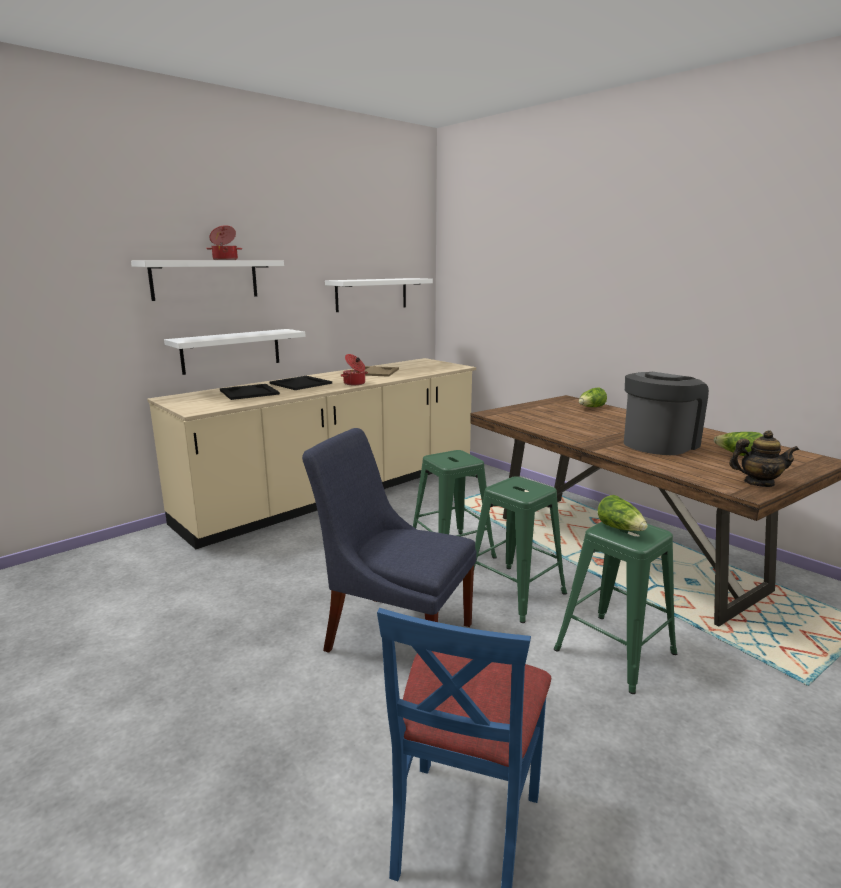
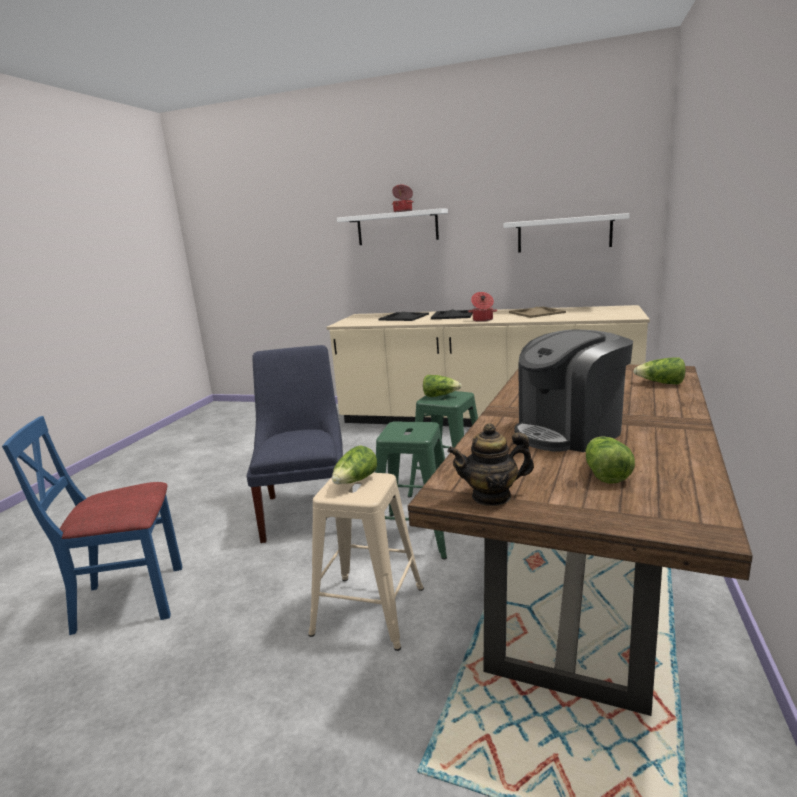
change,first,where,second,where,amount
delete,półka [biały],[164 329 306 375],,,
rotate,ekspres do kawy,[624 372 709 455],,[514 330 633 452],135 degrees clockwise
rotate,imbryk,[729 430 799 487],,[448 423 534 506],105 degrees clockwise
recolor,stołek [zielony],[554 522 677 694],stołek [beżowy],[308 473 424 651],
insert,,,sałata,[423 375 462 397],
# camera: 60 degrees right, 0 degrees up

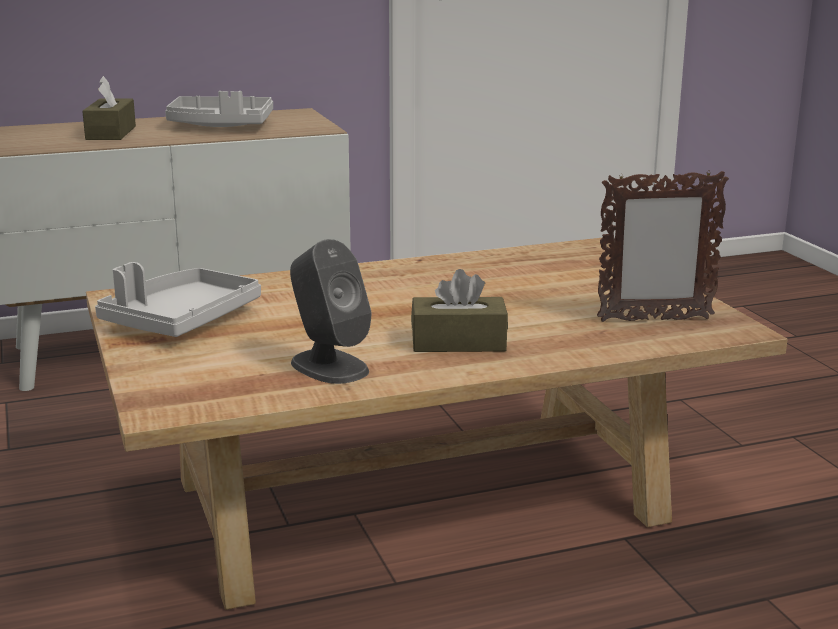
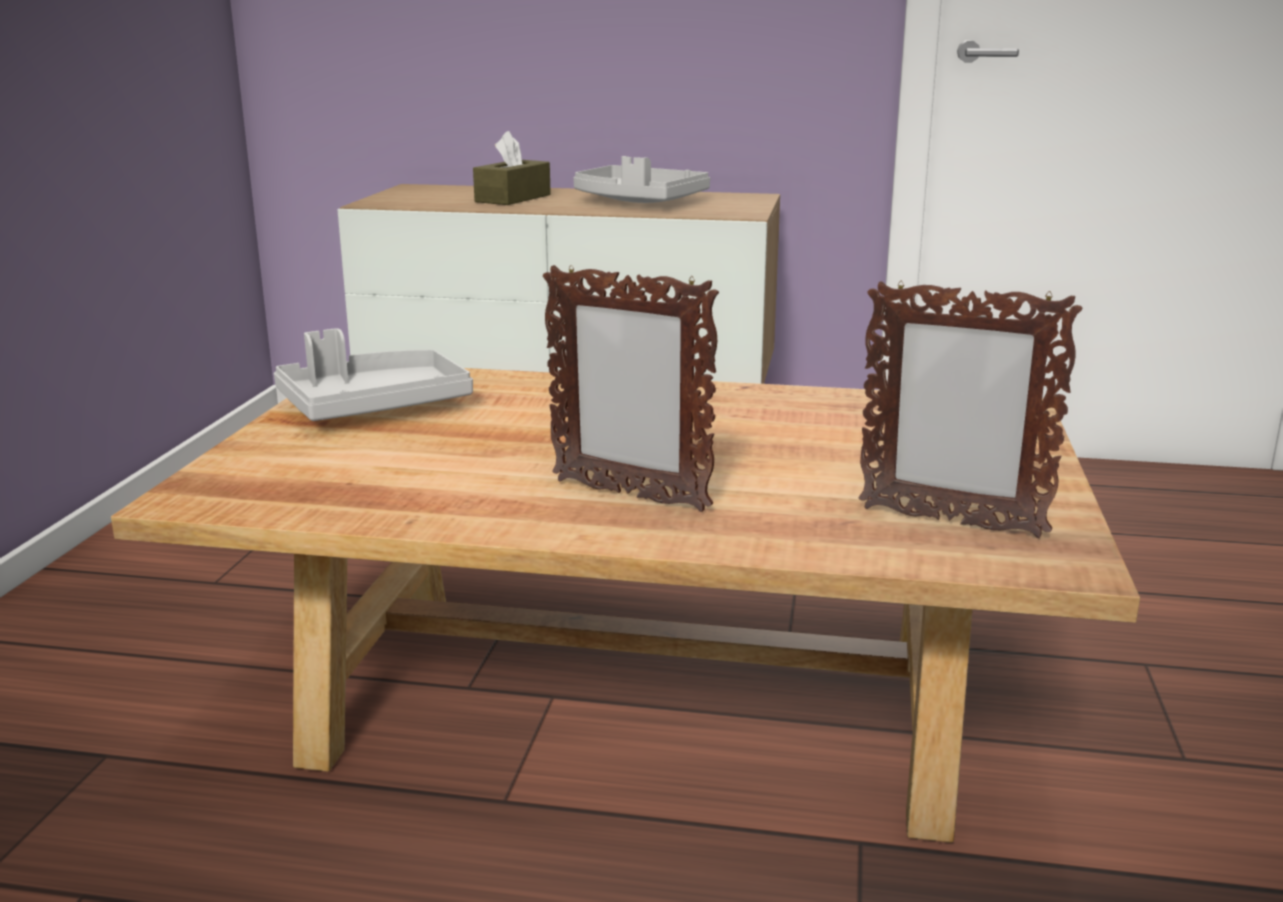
change,first,where,second,where,amount
delete,głośnik [szary],[290 239 372 384],,,
replace,pudełko chusteczek [brązowy],[411 269 508 352],ramka na zdjęcie,[543 265 719 512],
# camera: 30 degrees right, 0 degrees up

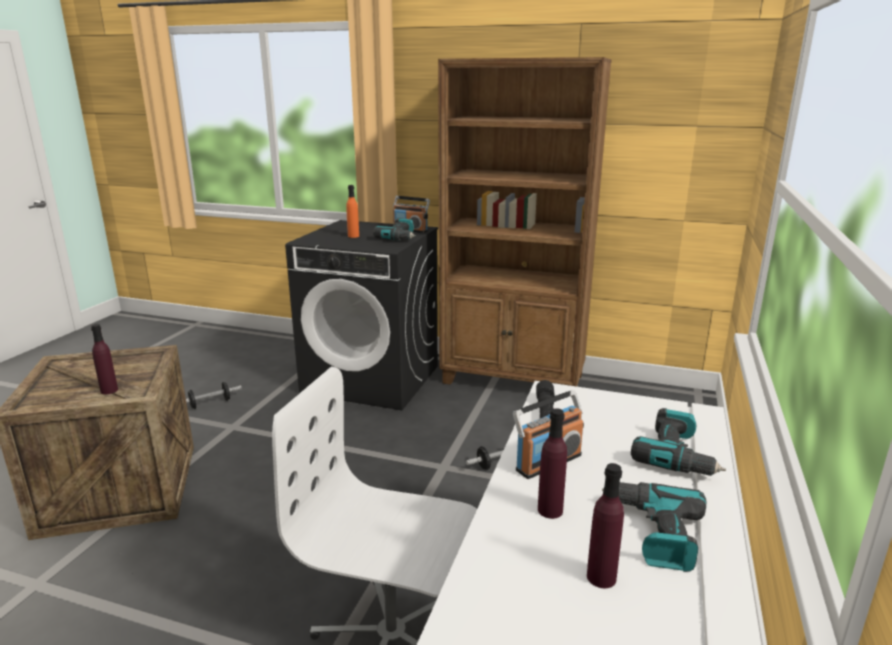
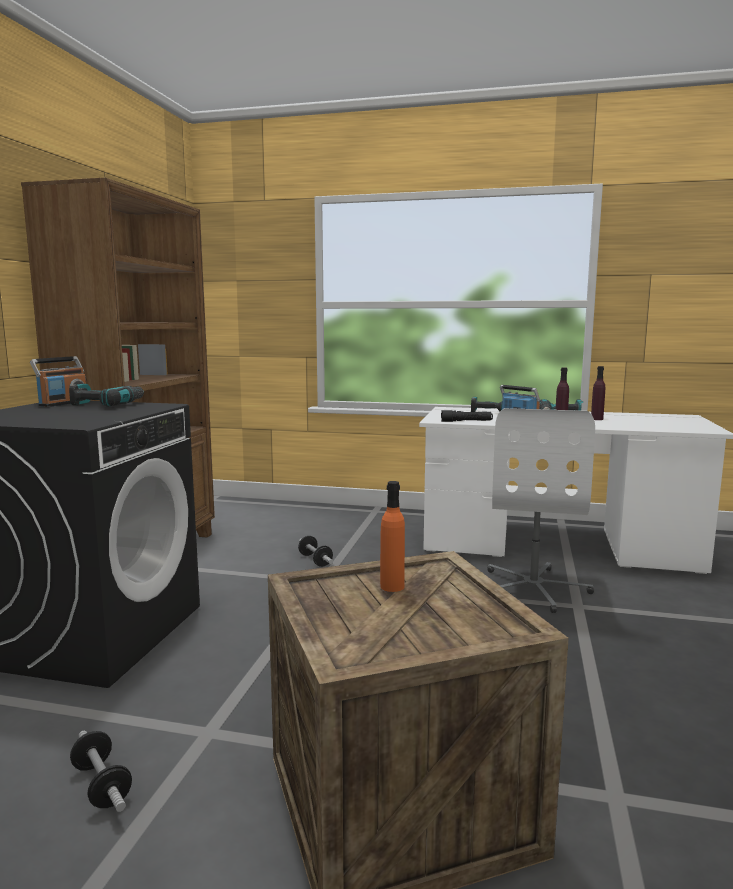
change,first,where,second,where,amount
move,butelka [pomarańczowy],[346 185 359 238],,[380 481 405 592],
delete,butelka [fioletowy],[91 324 118 394],,,
# camera: 95 degrees left, 10 degrees down

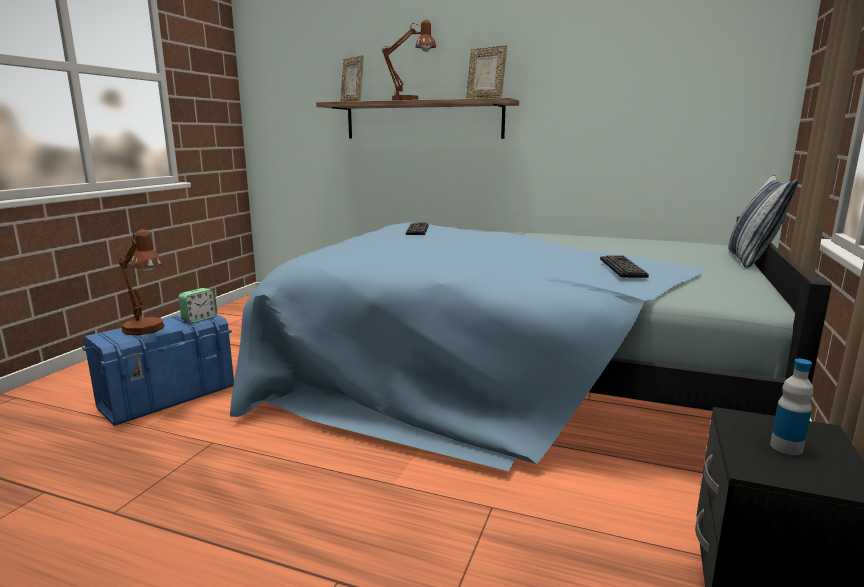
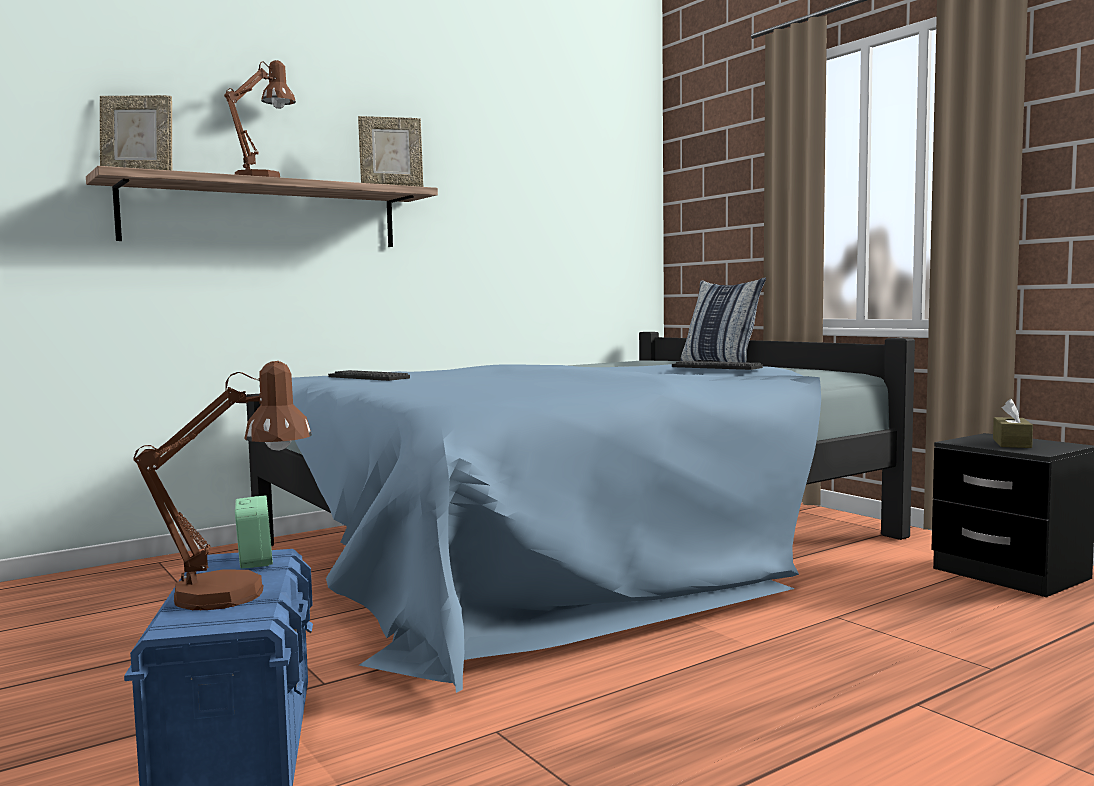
change,first,where,second,where,amount
replace,butelka,[770 359 813 455],pudełko chusteczek [brązowy],[993 399 1033 448],
# camera: 55 degrees left, 10 degrees down

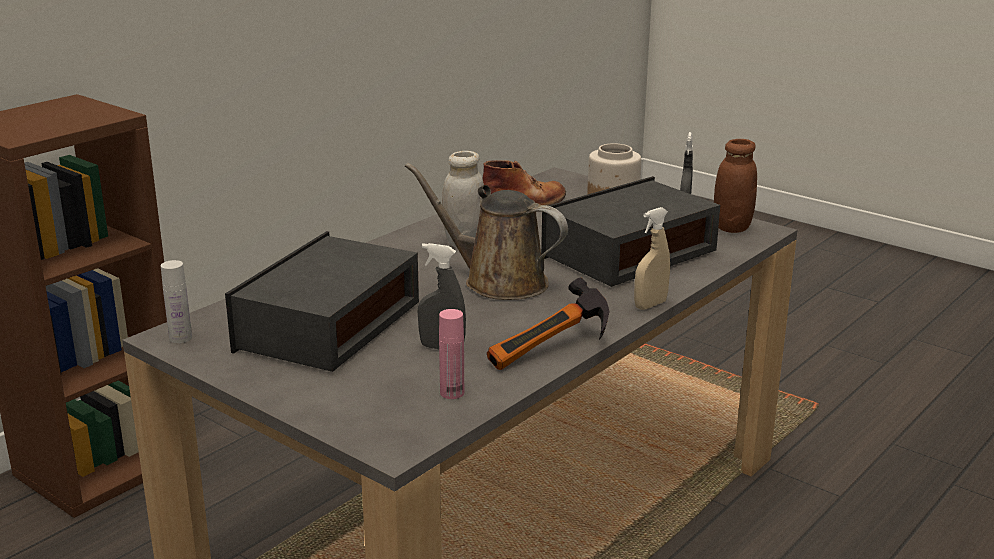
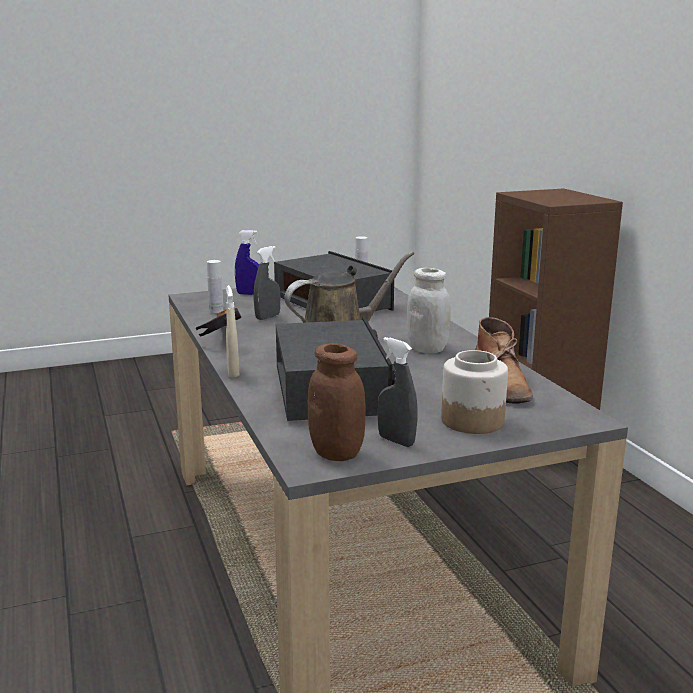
change,first,where,second,where,amount
recolor,butelka [różowy],[439 309 464 399],butelka [biały],[207 260 224 313],
insert,,,spryskiwacz [niebieski],[235 230 259 295],
# camera: 120 degrees right, 5 degrees down

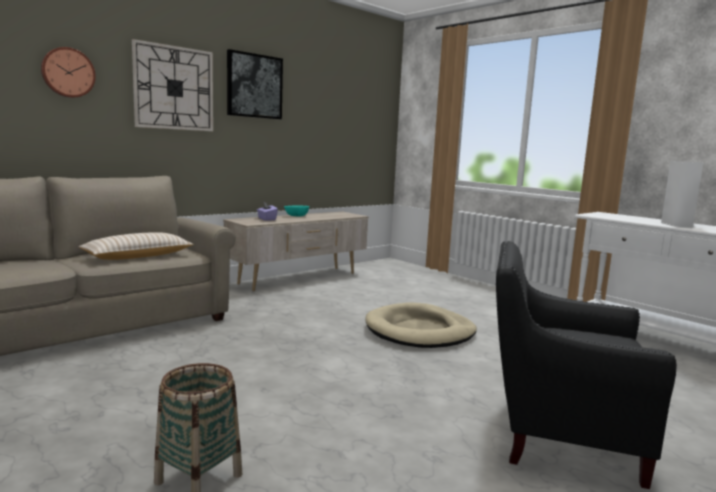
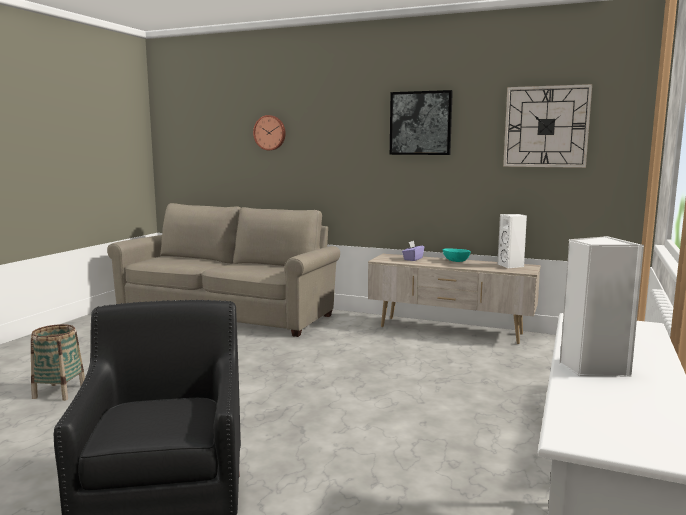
change,first,where,second,where,amount
move,zegar ścienny,[132 39 213 131],,[503 84 592 168],
delete,poduszka [beżowy],[78 232 194 260],,,
delete,legowisko [beżowy],[365 303 477 348],,,
insert,,,głośnik [biały],[497 214 527 268],
# camera: 65 degrees right, 0 degrees up

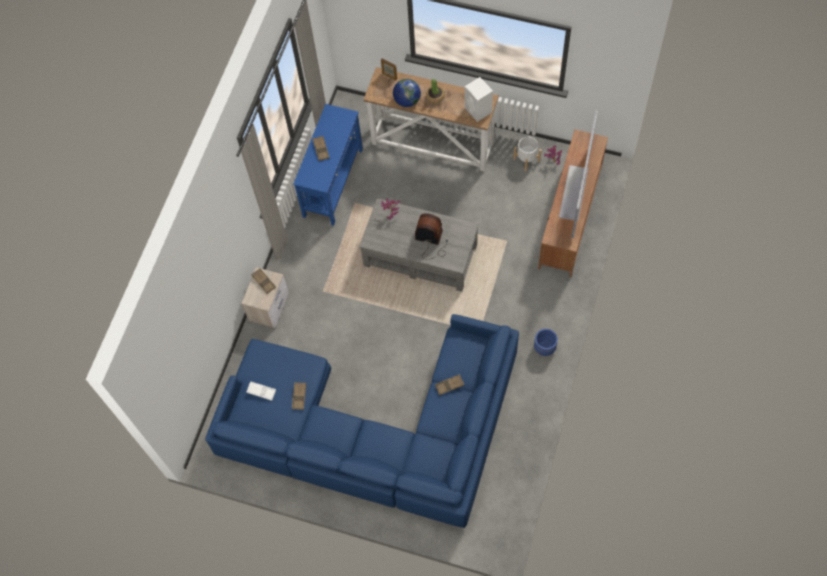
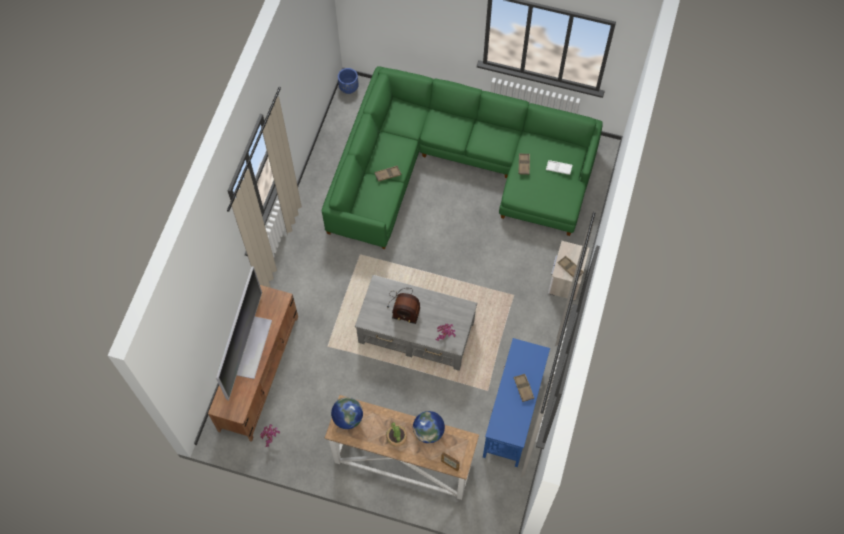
change,first,where,second,where,amount
replace,głośnik [biały],[465 77 493 122],globus,[331 397 363 429],
delete,donica [biały],[513 137 541 171],,,
recolor,kanapa [niebieski],[205 314 519 528],kanapa [zielony],[322 66 603 249],
move,donica [niebieski],[534 329 558 356],,[338 68 359 94],
# camera: 175 degrees right, 0 degrees up

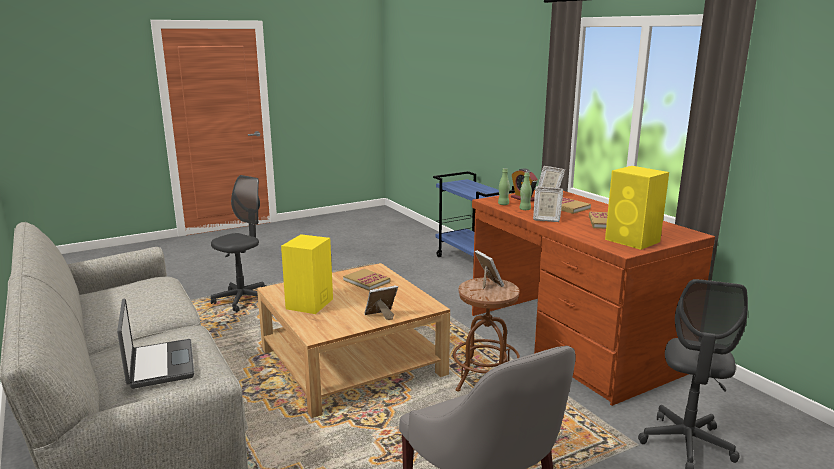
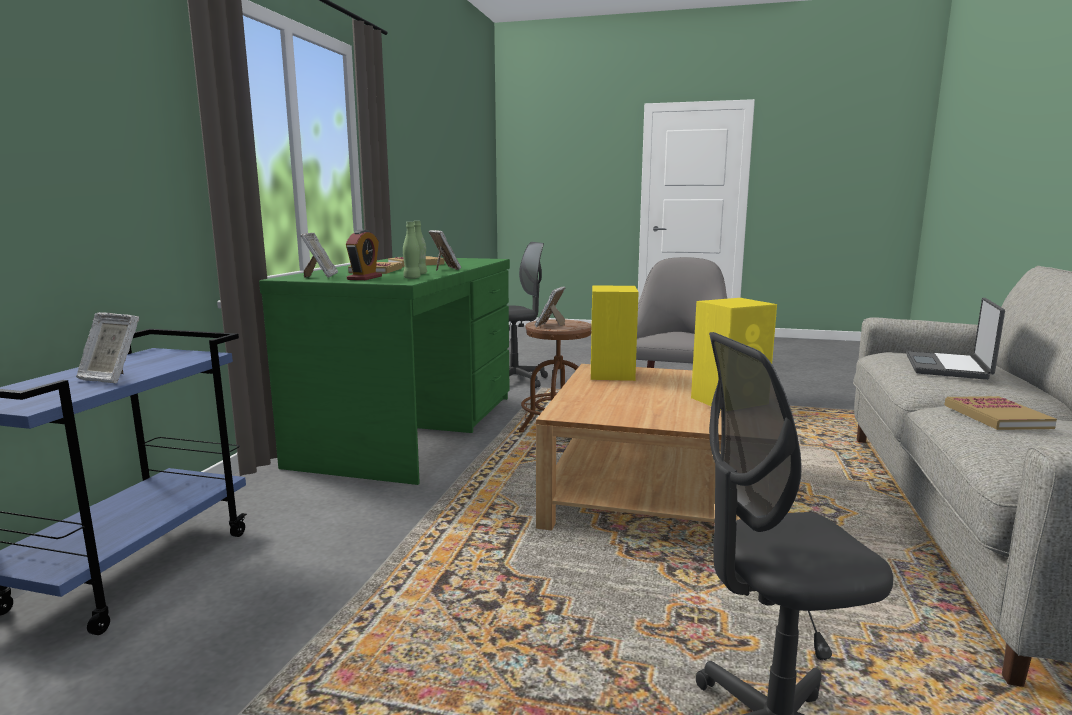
change,first,where,second,where,amount
move,głośnik [żółty],[605 166 669 250],,[591 285 639 381],
recolor,biurko [brązowy],[472 190 715 406],biurko [zielony],[259 257 510 485],
move,książka,[343 269 391 291],,[945 396 1057 430],
move,ramka na zdjęcie,[364 285 398 320],,[76 312 139 383],
# camera: 135 degrees left, 5 degrees down

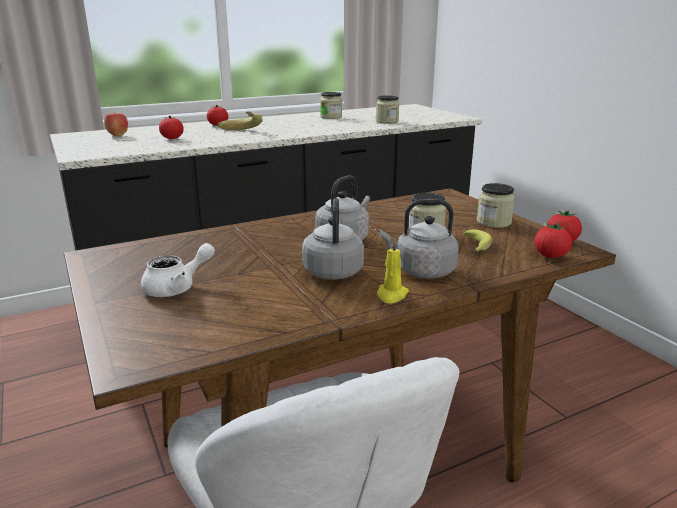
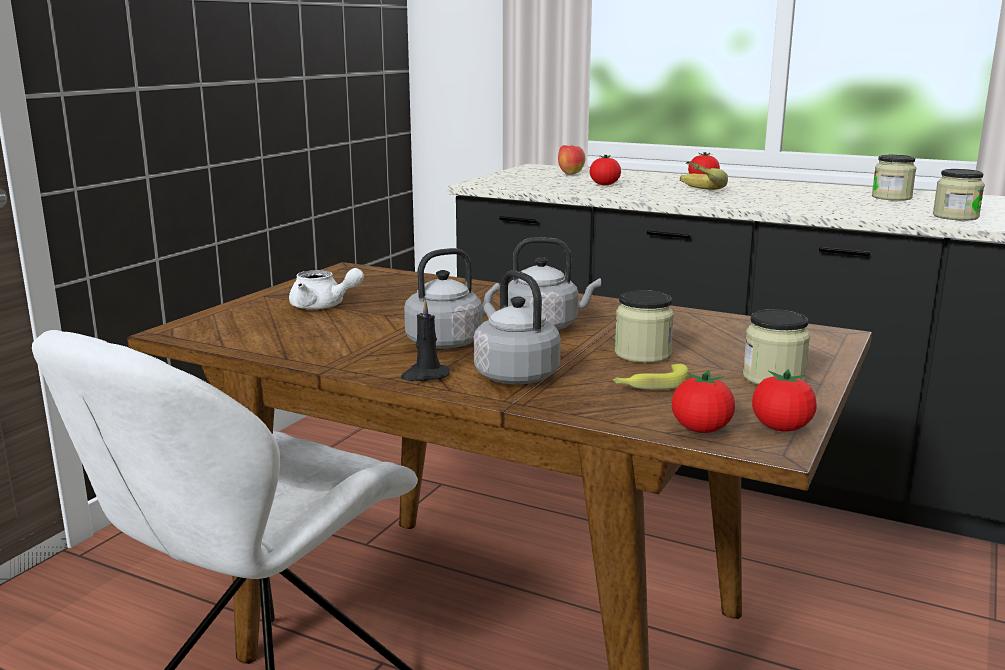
change,first,where,second,where,amount
recolor,świeca [żółty],[377 238 409 304],świeca [czarny],[401 299 450 381],
# camera: 55 degrees right, 5 degrees down

